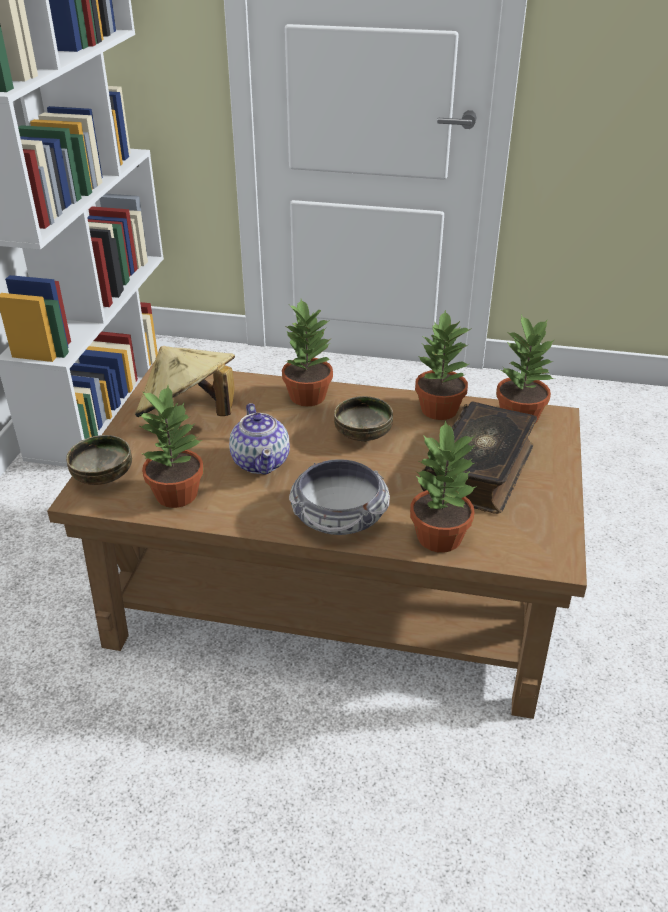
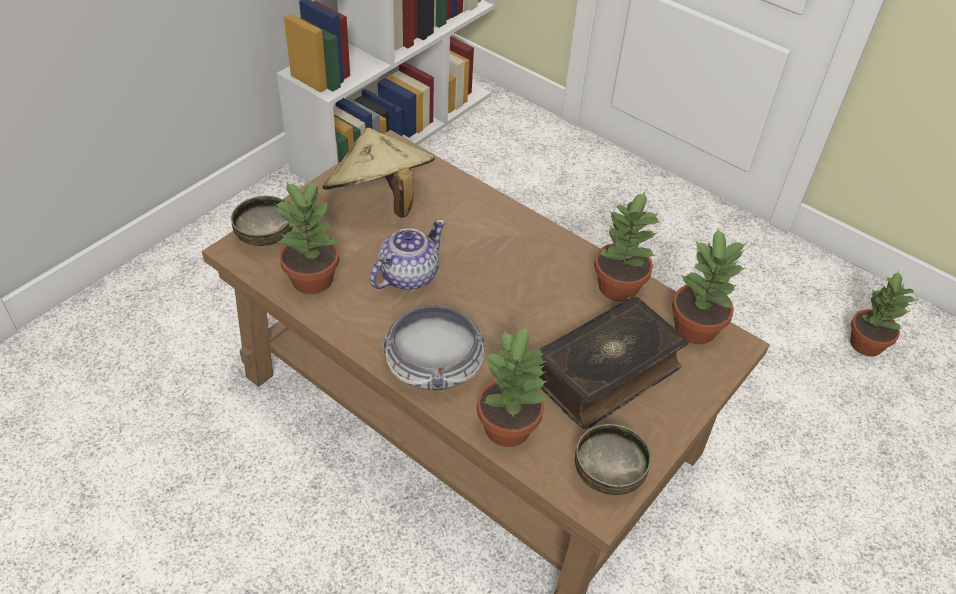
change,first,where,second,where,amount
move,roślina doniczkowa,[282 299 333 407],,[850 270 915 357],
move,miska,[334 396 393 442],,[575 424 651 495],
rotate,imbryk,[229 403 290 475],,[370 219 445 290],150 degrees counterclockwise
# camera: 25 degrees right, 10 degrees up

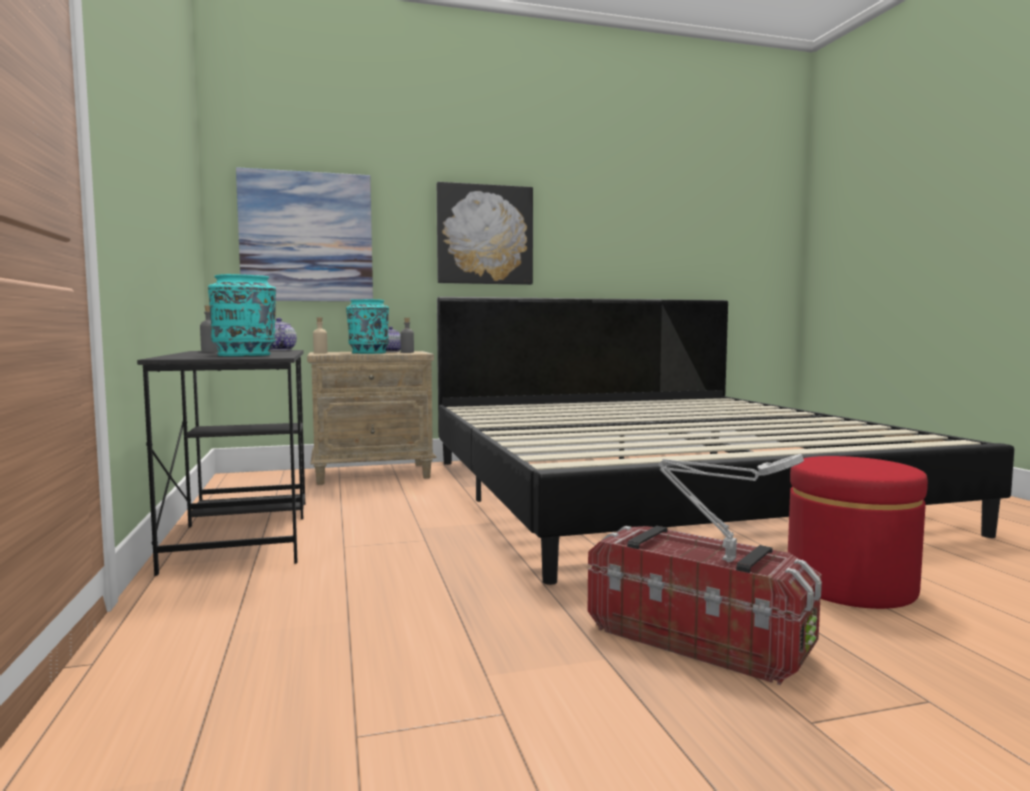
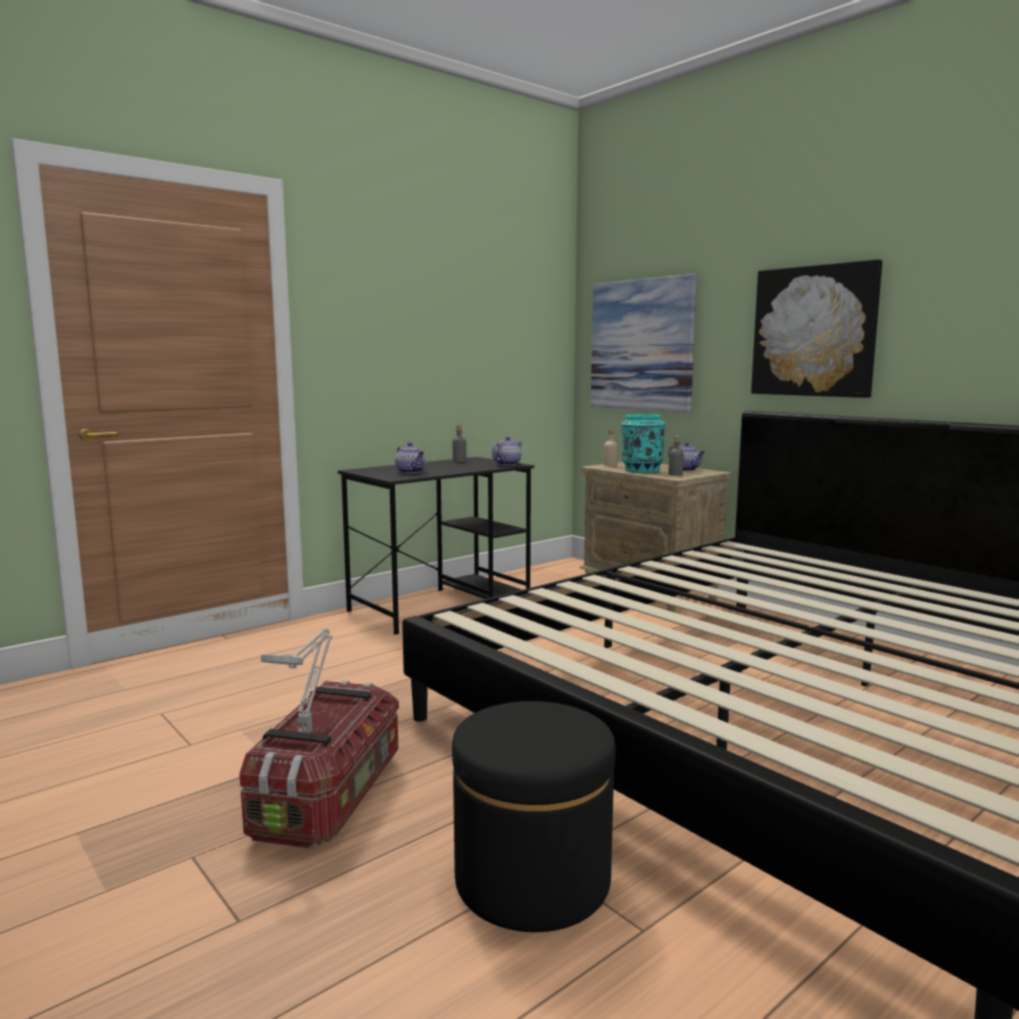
change,first,where,second,where,amount
replace,wazon [turkusowy],[208 274 276 356],imbryk,[395 442 426 473],
recolor,pufa [czerwony],[788 456 928 609],pufa [czarny],[452 701 615 932],
# camera: 65 degrees right, 5 degrees up

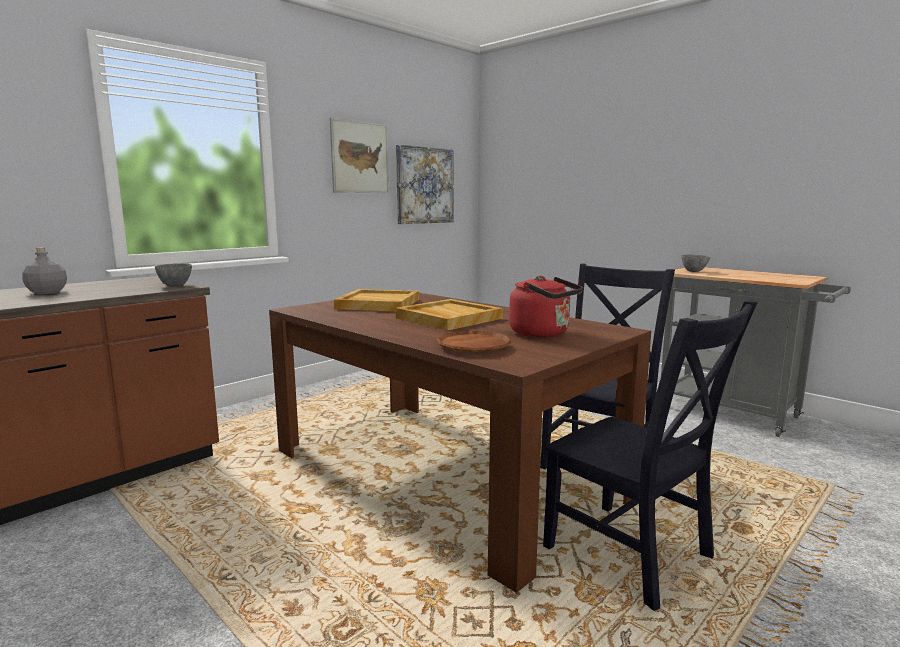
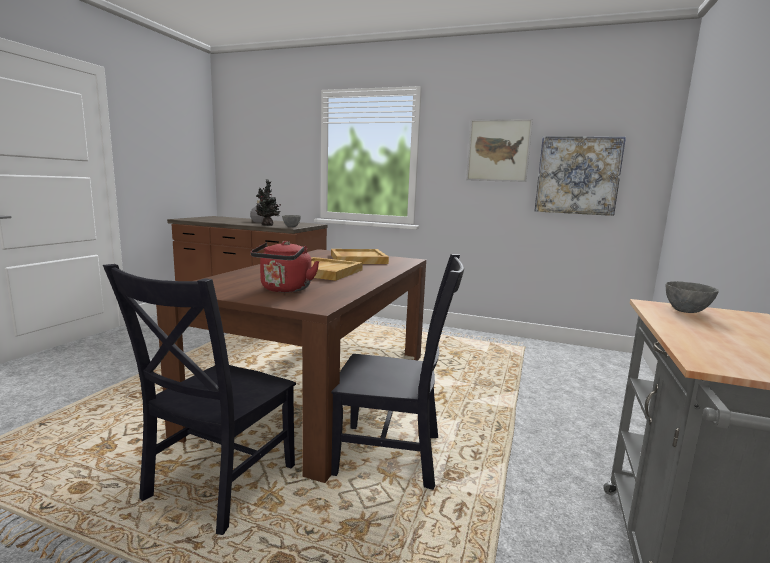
change,first,where,second,where,amount
delete,talerz [brązowy],[437 331 512 352],,,
insert,,,roślina doniczkowa,[255 179 281 226],
# camera: 65 degrees right, 0 degrees up

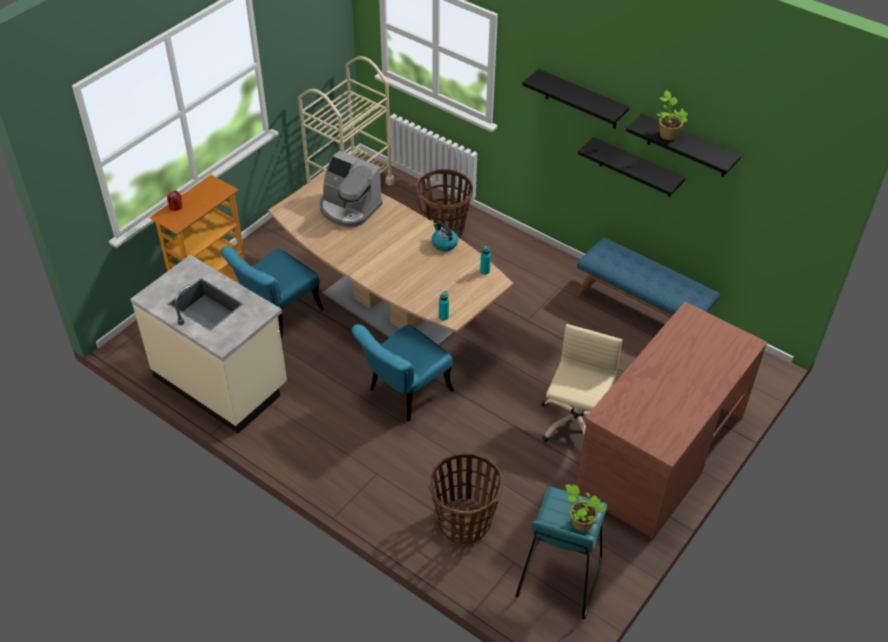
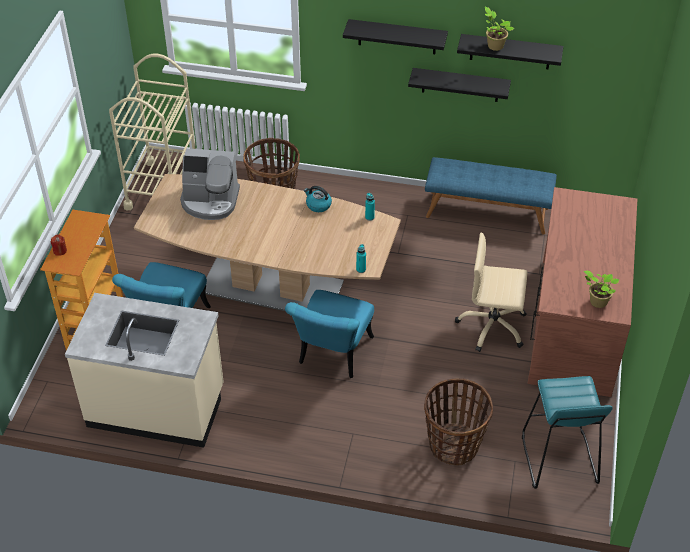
change,first,where,second,where,amount
rotate,krzesło biurowe [beżowy],[541 324 623 442],,[455 233 527 352],75 degrees counterclockwise
move,roślina doniczkowa,[565 484 606 532],,[584 271 619 308],
# camera: 25 degrees left, 0 degrees up

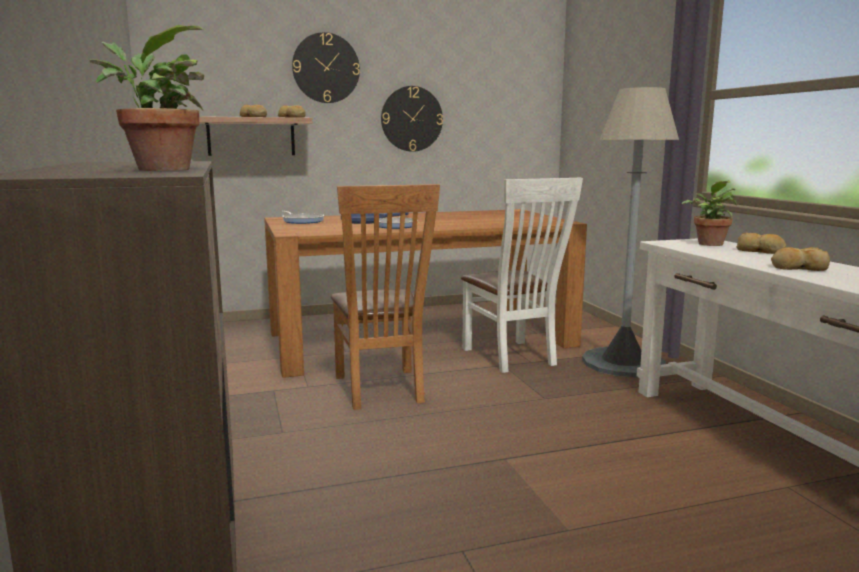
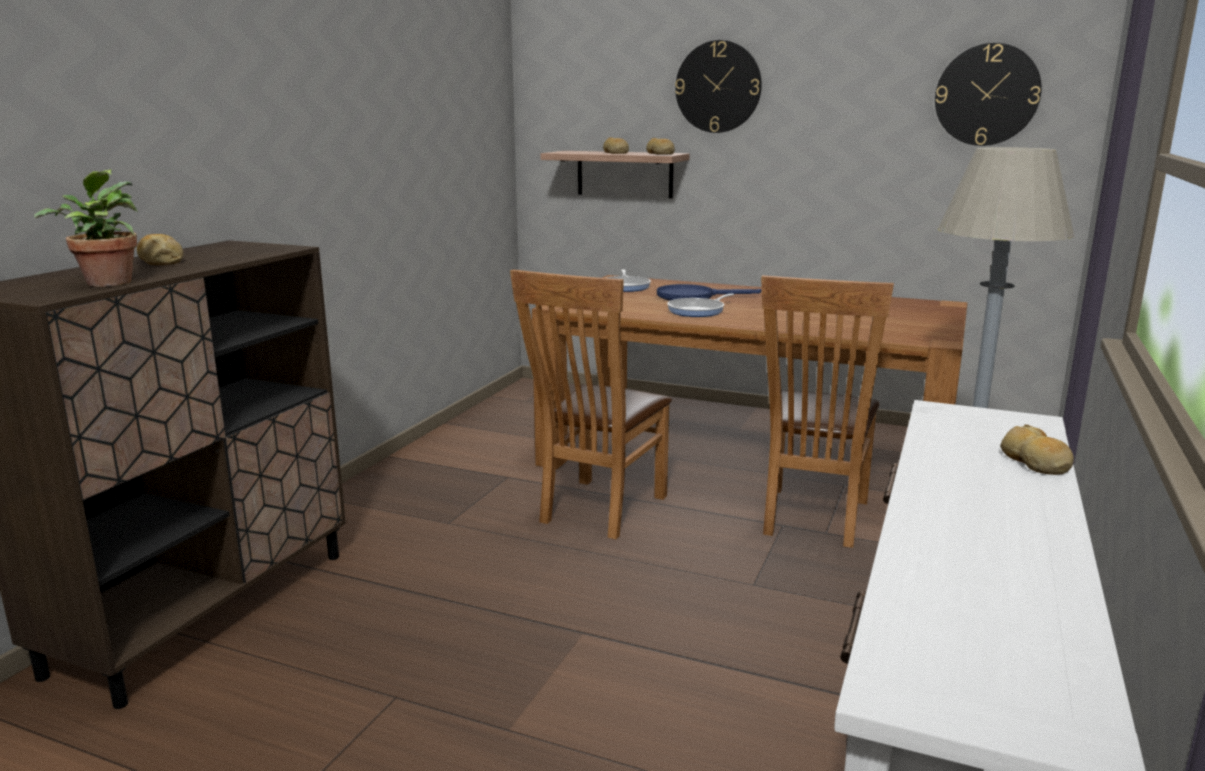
change,first,where,second,where,amount
move,zegar ścienny,[381 86 443 152],,[935 43 1042 146],
recolor,krzesło [biały],[461 178 583 373],krzesło [brązowy],[761 275 894 548],
delete,roślina doniczkowa,[682 180 737 246],,,
move,chleb,[771 247 830 271],,[137 234 184 265],
# camera: 40 degrees right, 5 degrees up

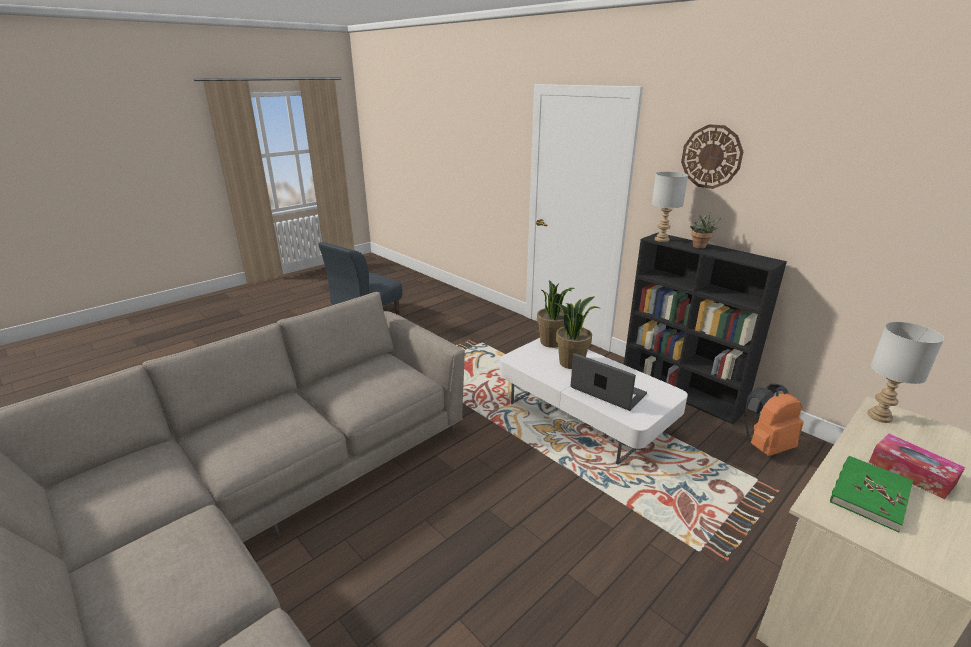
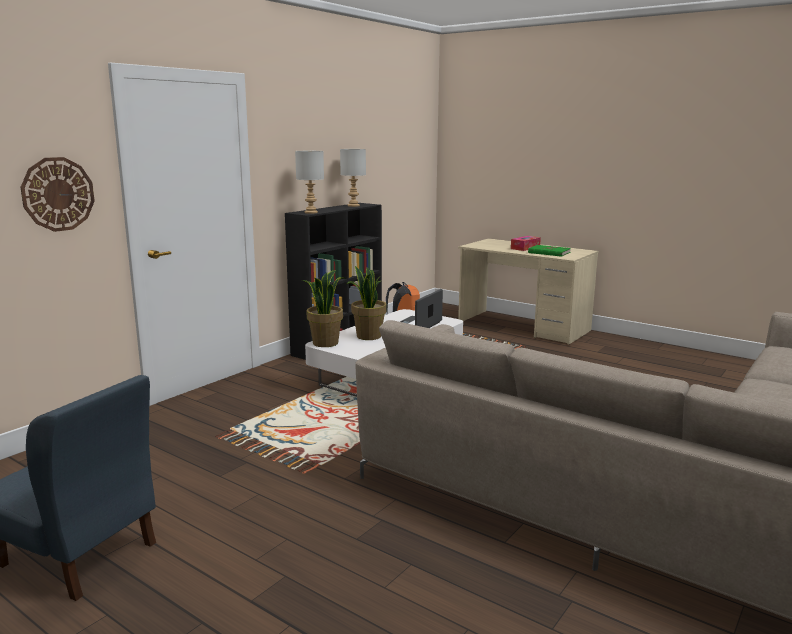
change,first,where,second,where,amount
move,zegar ścienny,[681 124 743 189],,[21 157 95 232],
delete,roślina doniczkowa,[690 213 721 249],,,
move,lampa stołowa [szary],[867 322 944 423],,[340 149 366 207],
# camera: 100 degrees left, 10 degrees down

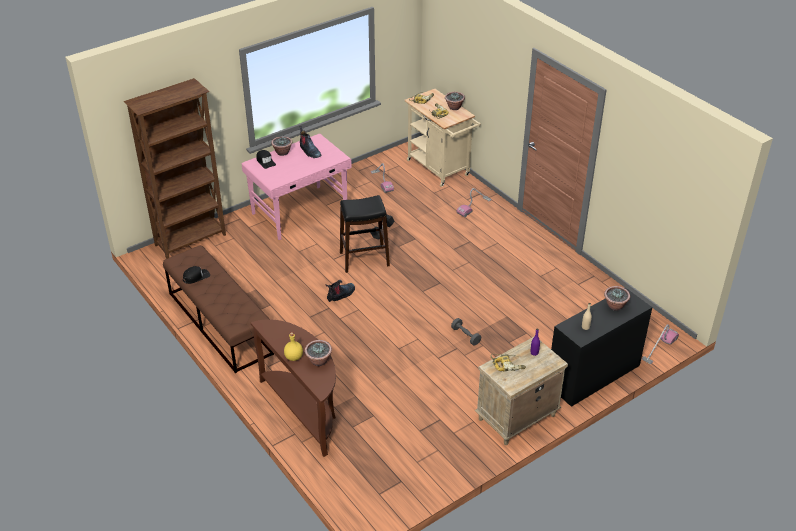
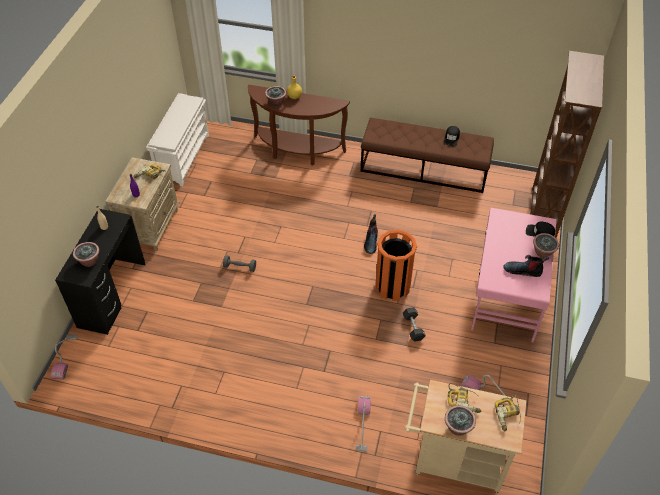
change,first,where,second,where,amount
replace,stołek [czarny],[340 195 390 273],kosz na śmieci [pomarańczowy],[375 230 417 301],
insert,,,regał na buty [biały],[146 93 209 187],
# camera: 140 degrees right, 10 degrees up

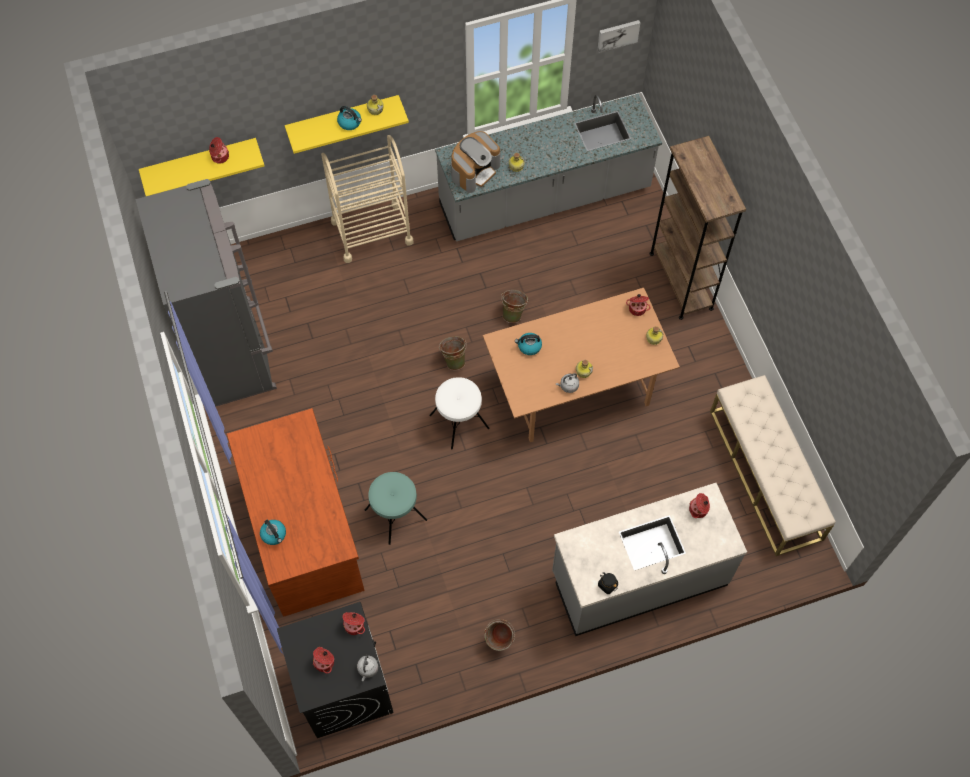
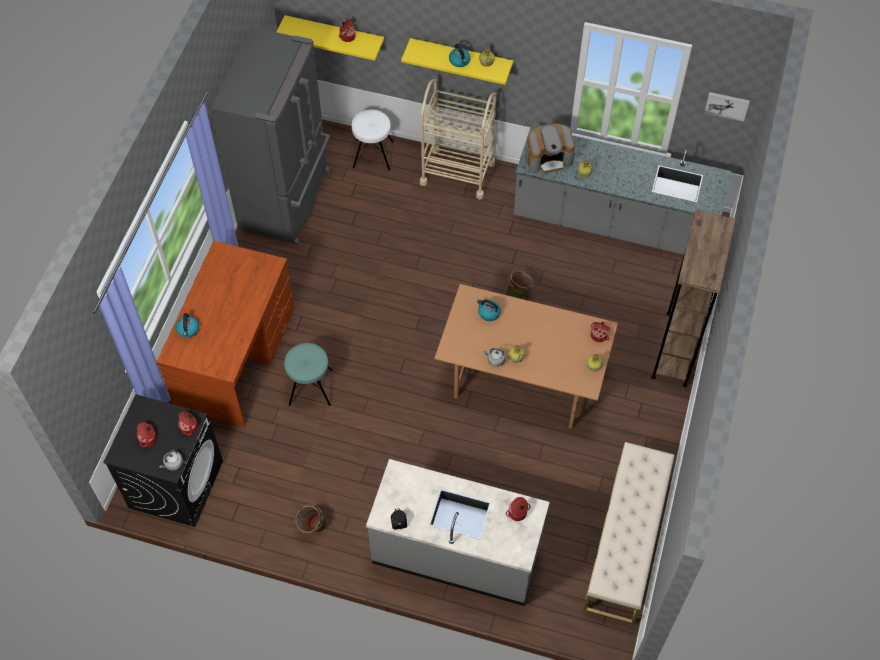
change,first,where,second,where,amount
delete,wiadro [zielony],[439 336 467 370],,,
move,stołek [biały],[429 377 490 449],,[352 110 393 171],
# camera: 35 degrees right, 5 degrees down

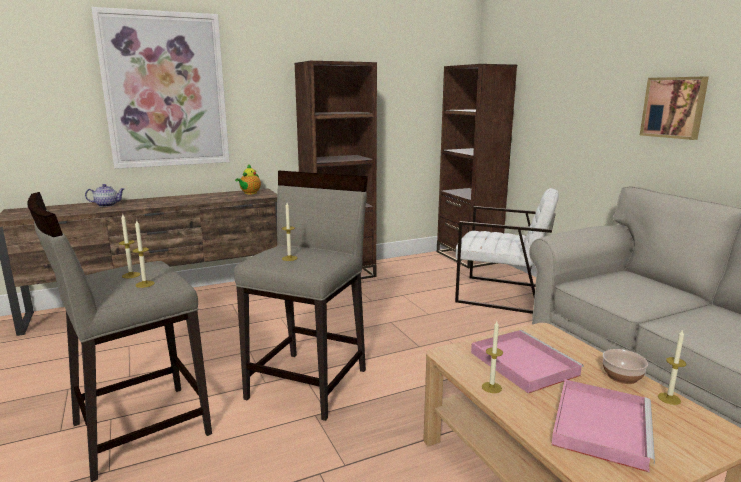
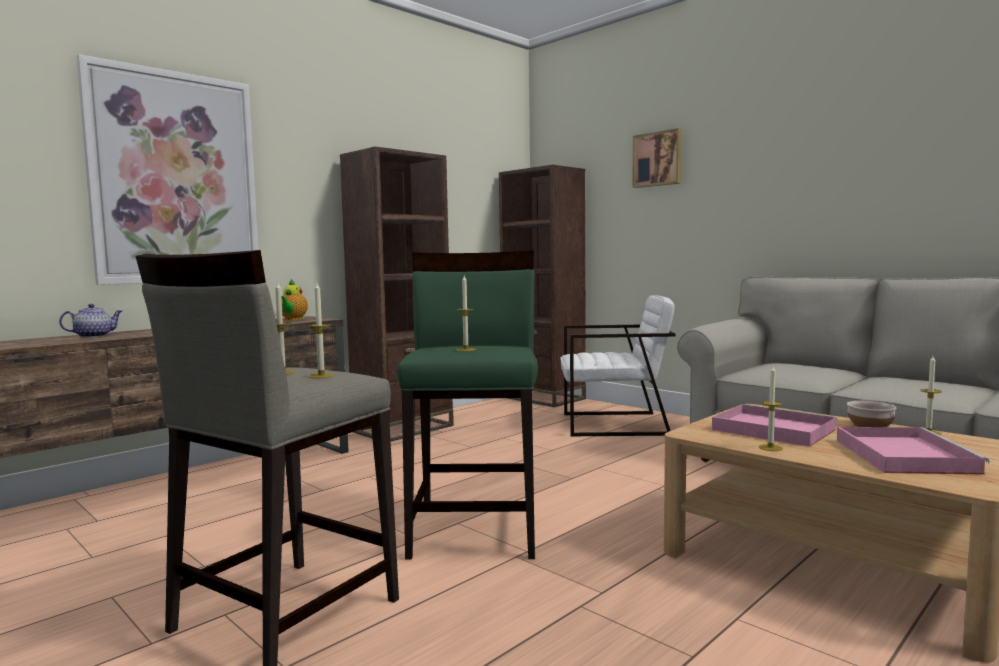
change,first,where,second,where,amount
move,obraz,[640 77 709 140],,[633 128 682 188],
recolor,stołek [beżowy],[234 170 368 421],stołek [zielony],[397 250 538 559],
# camera: 20 degrees left, 10 degrees down

